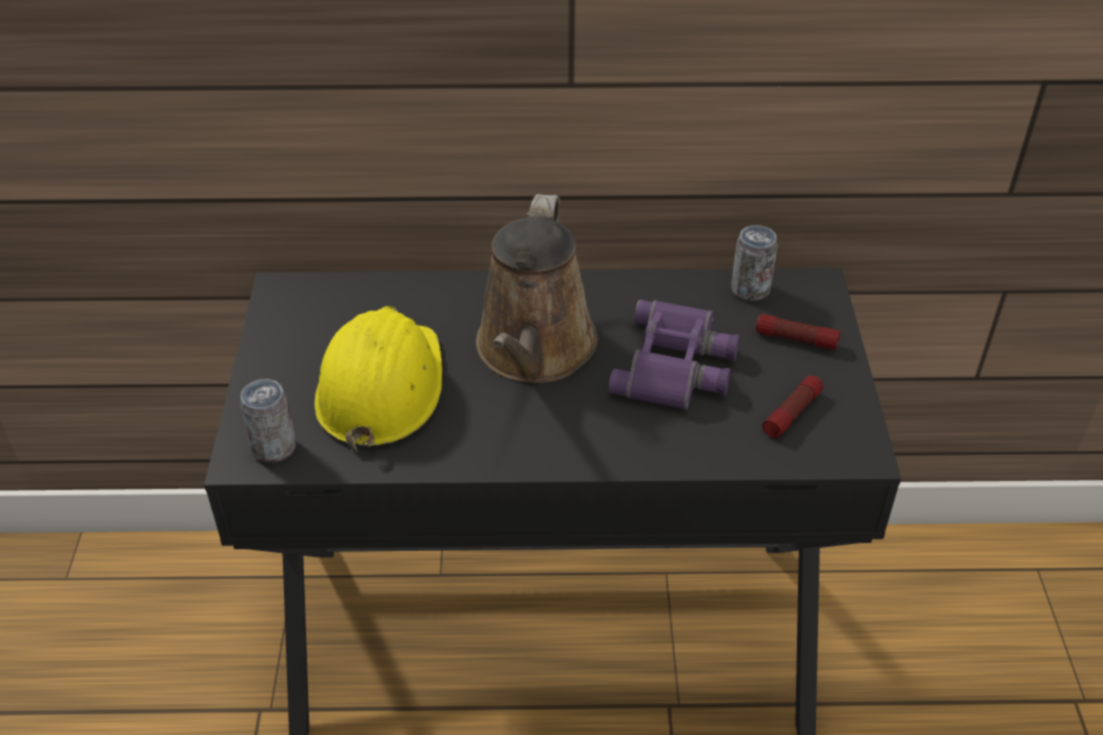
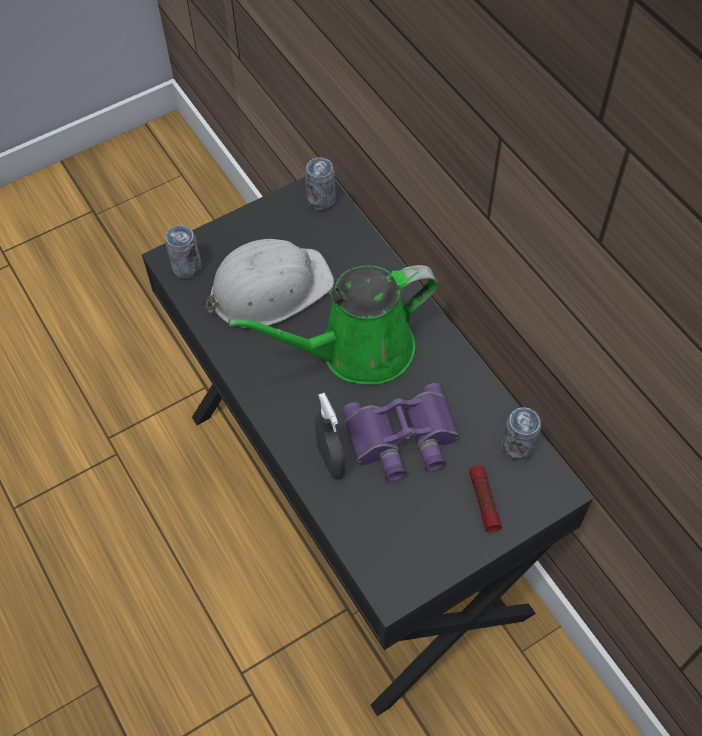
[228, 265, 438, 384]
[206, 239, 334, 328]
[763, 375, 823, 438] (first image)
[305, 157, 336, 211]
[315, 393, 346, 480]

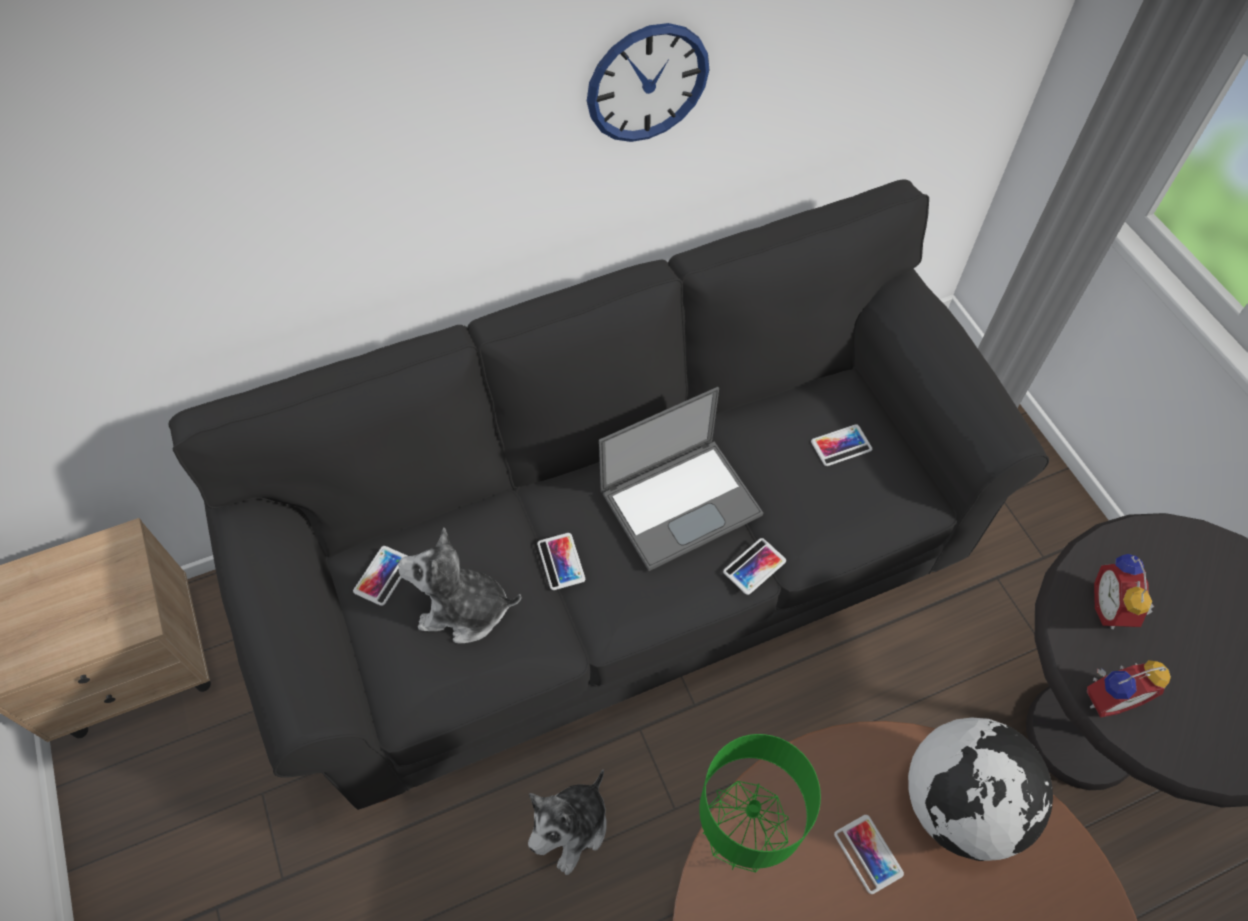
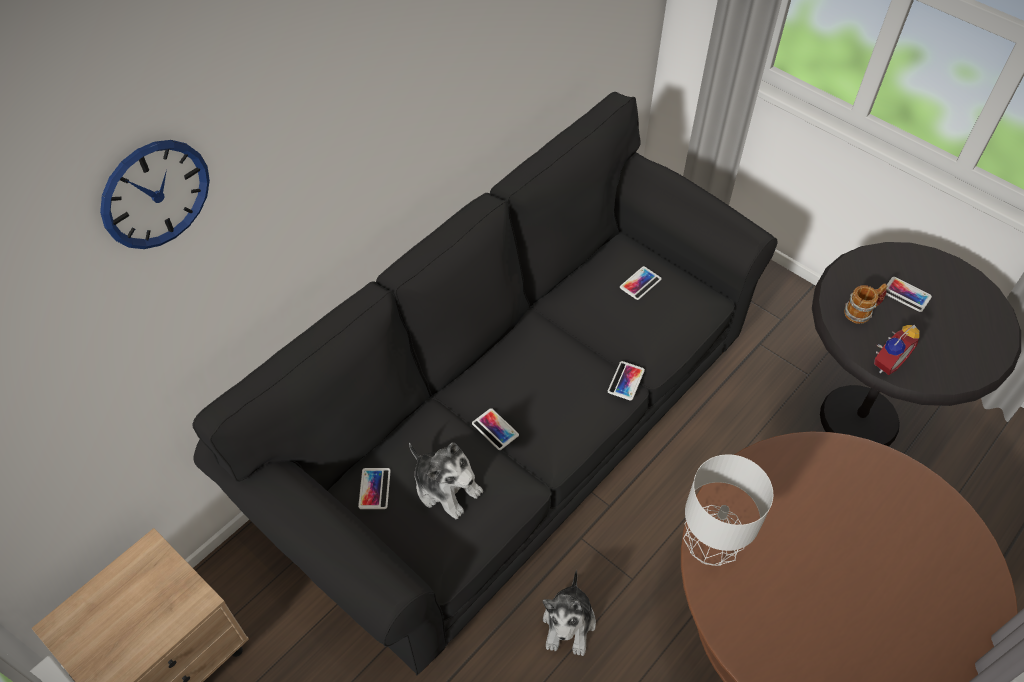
[100, 140, 210, 249]
[599, 387, 763, 571] (first image)
[409, 442, 483, 519]
[844, 284, 887, 324]
[908, 717, 1053, 861] (first image)
[683, 454, 773, 566]
[886, 277, 932, 312]

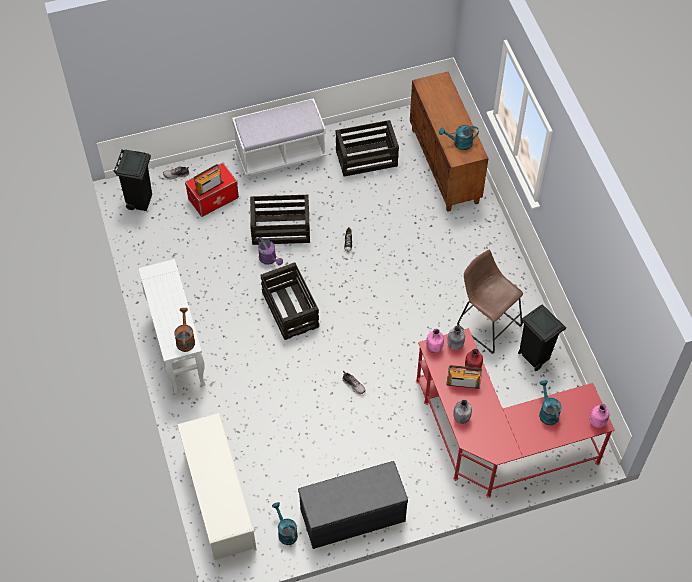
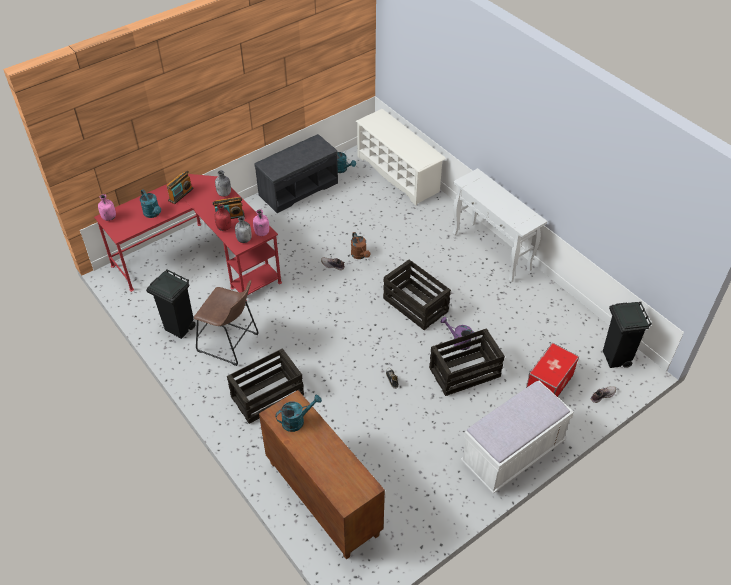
[227, 348, 304, 424]
[167, 170, 194, 204]
[351, 232, 370, 259]

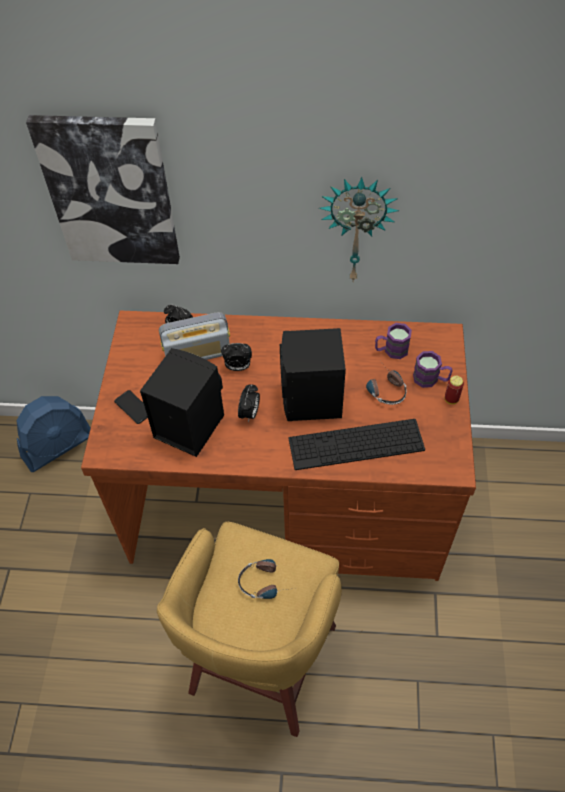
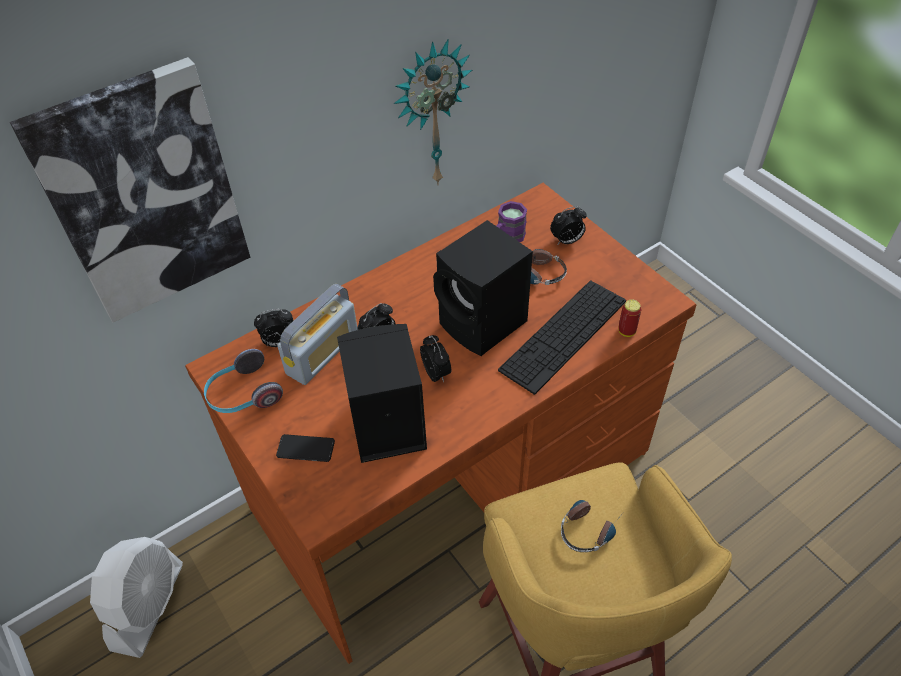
[550, 206, 587, 244]
[618, 299, 641, 337]
[90, 537, 183, 658]
[204, 349, 283, 413]

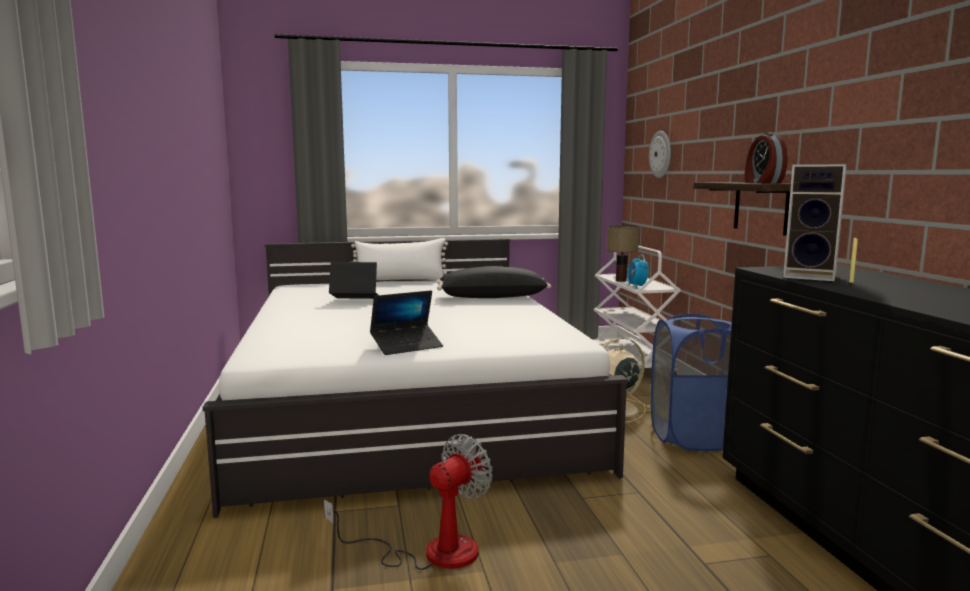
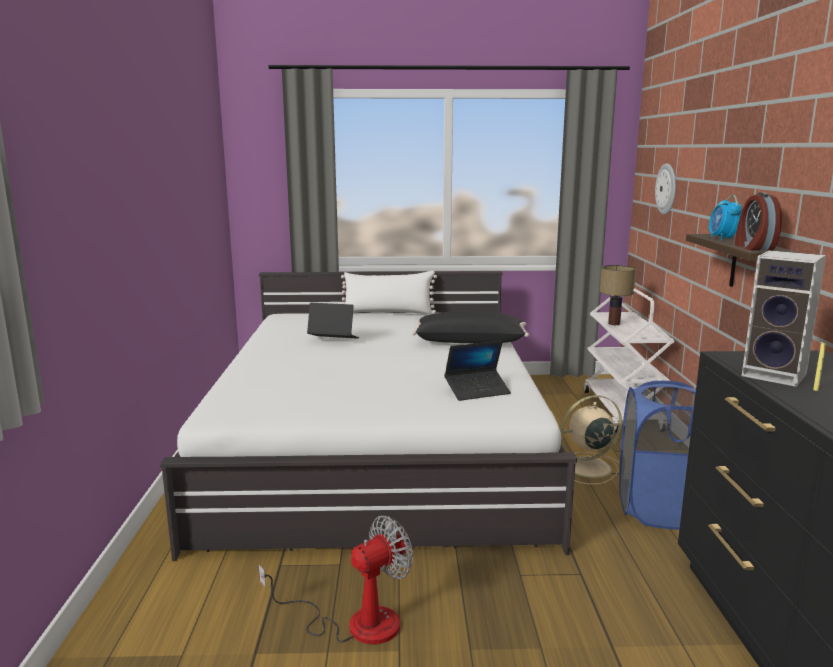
[709, 195, 742, 241]
[445, 341, 511, 401]

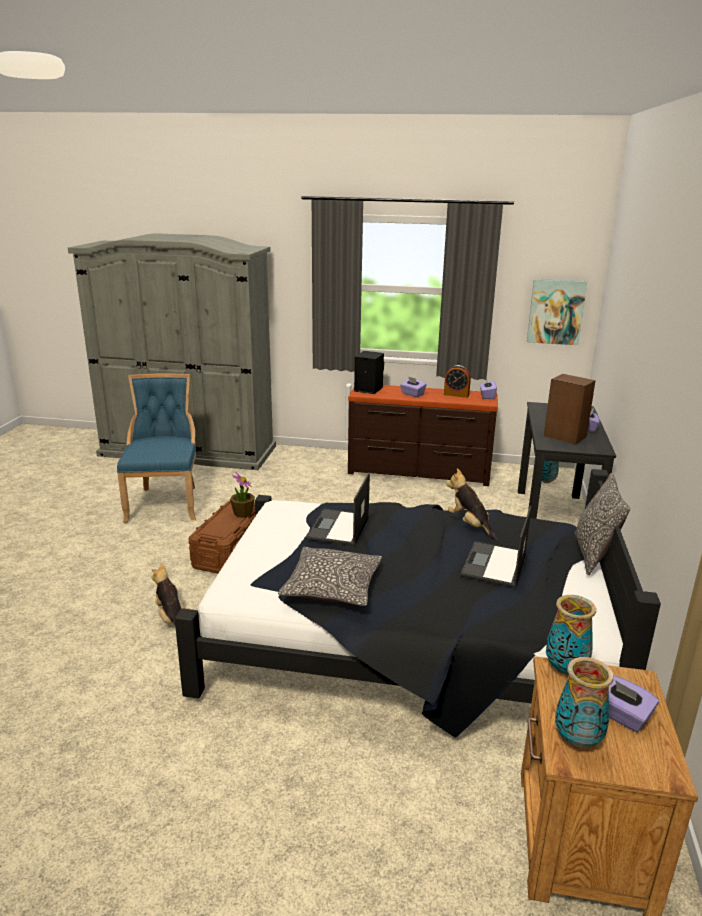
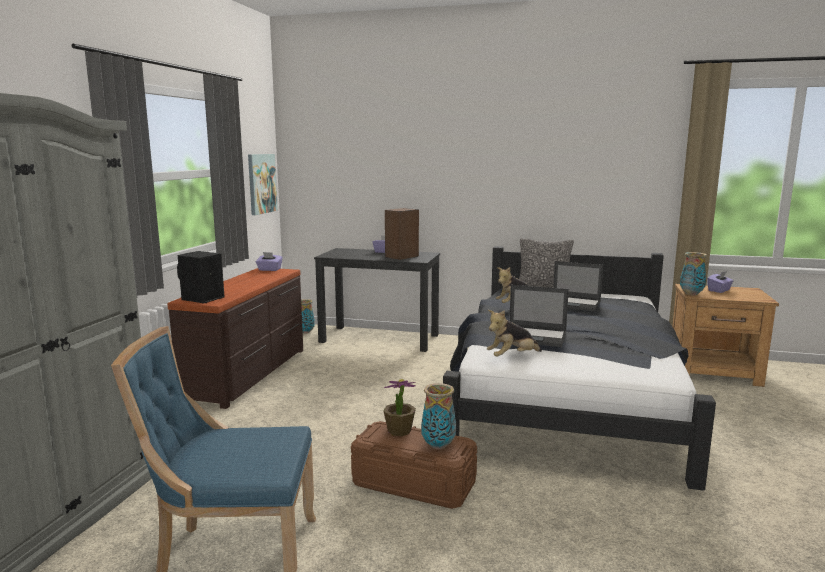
[444, 365, 471, 398] (first image)
[400, 376, 427, 397] (first image)
[278, 547, 382, 606] (first image)
[487, 310, 542, 357]
[421, 383, 456, 449]

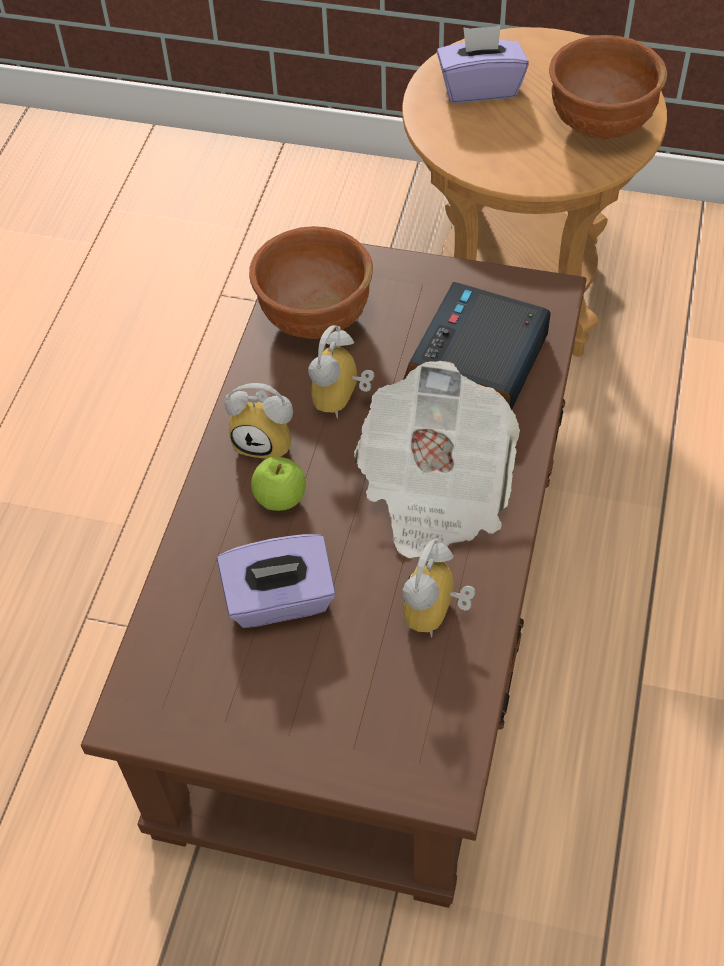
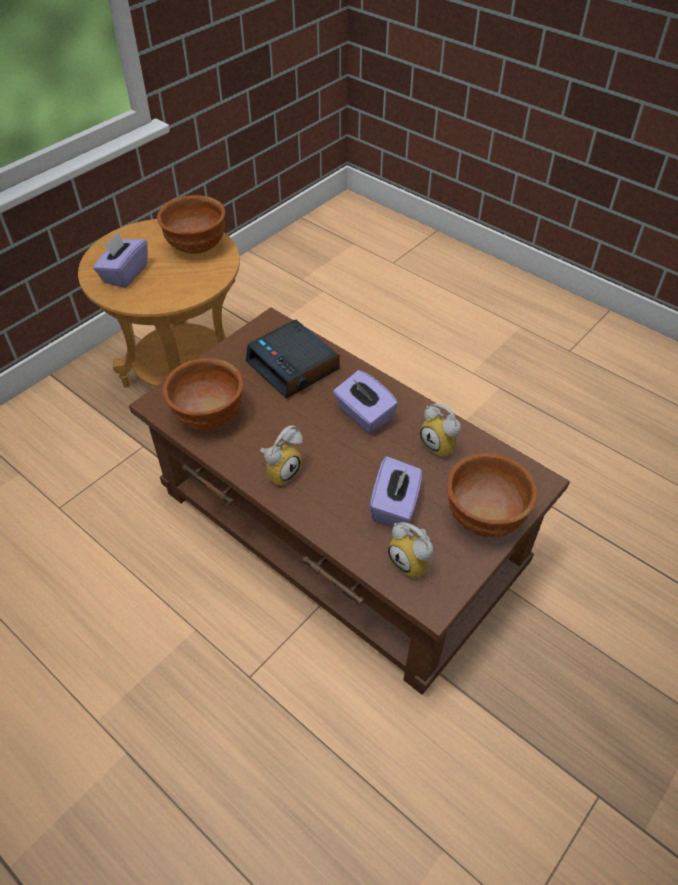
[388, 522, 433, 579]
[333, 370, 398, 433]
[251, 457, 306, 511] (first image)
[447, 453, 537, 537]

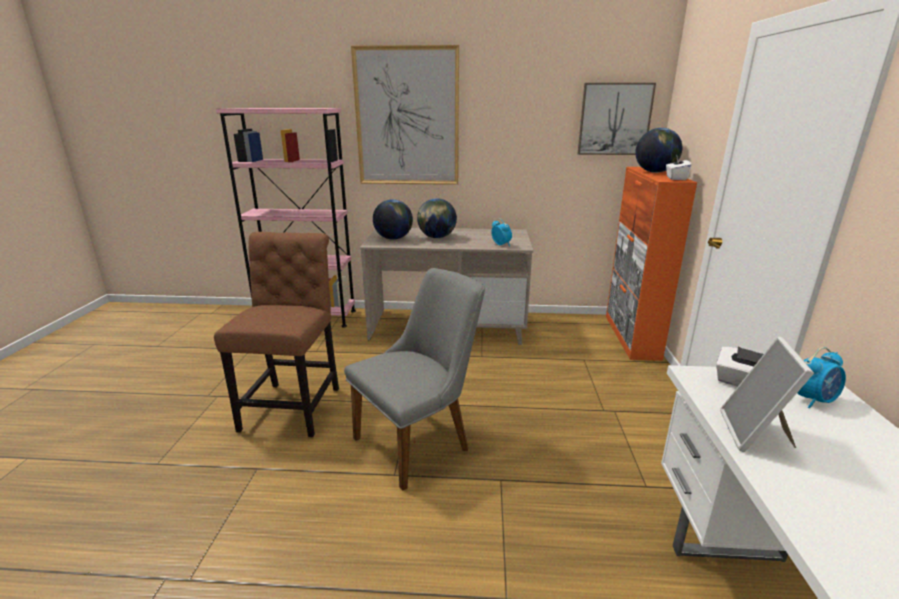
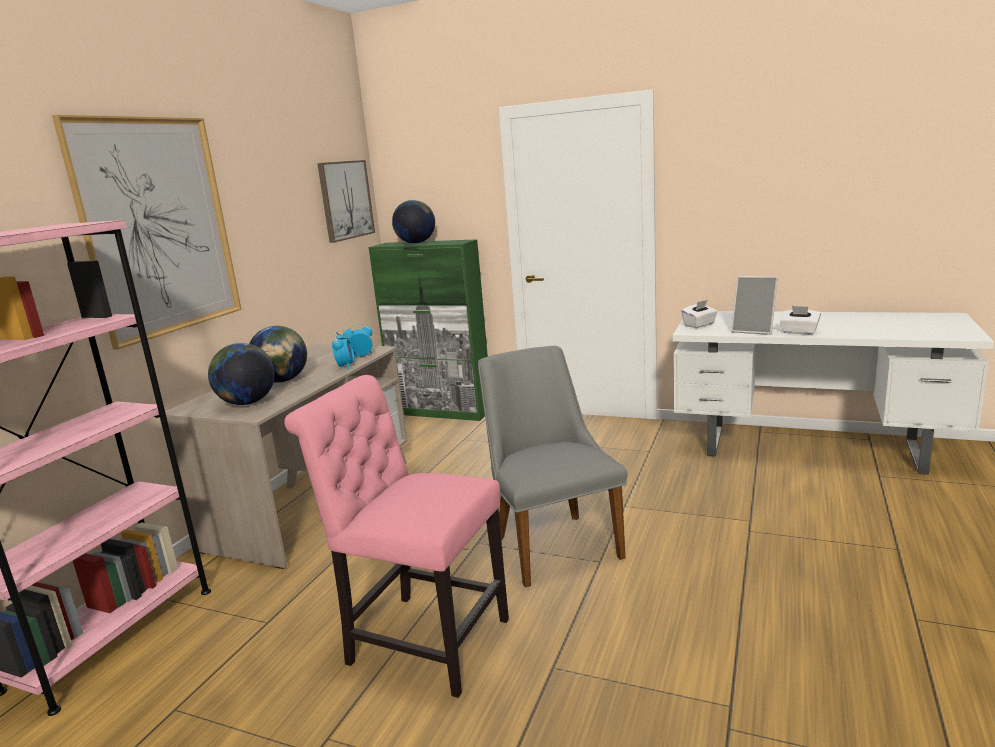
[780, 306, 821, 335]
[368, 239, 488, 421]
[284, 375, 509, 698]
[332, 332, 355, 369]

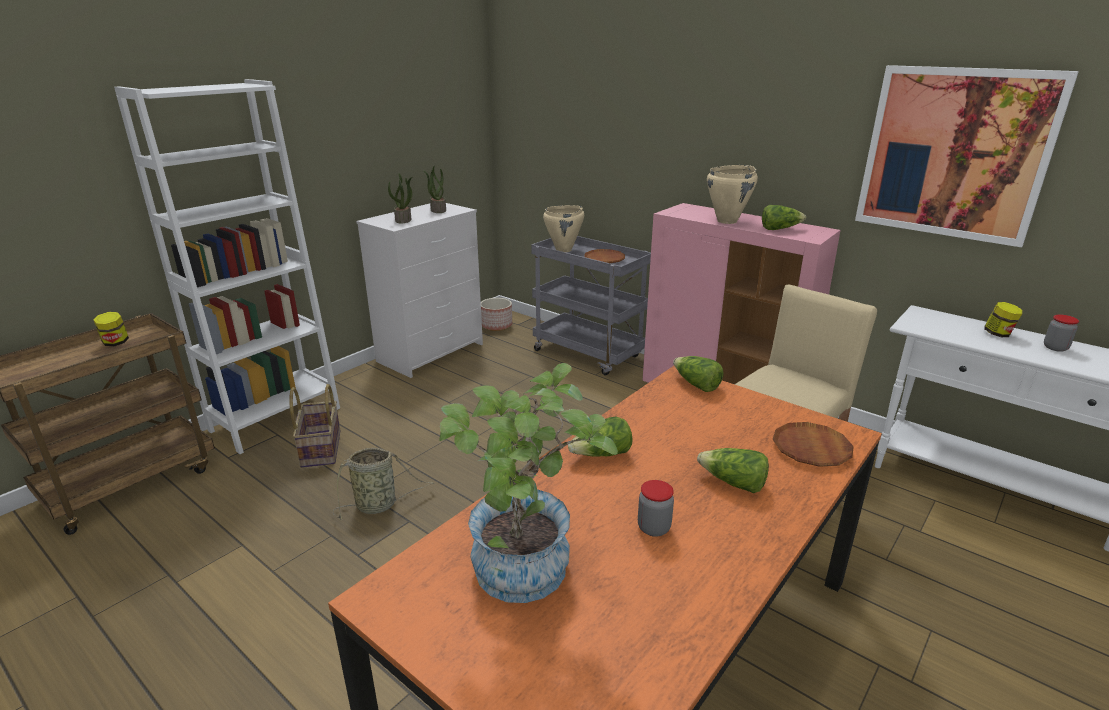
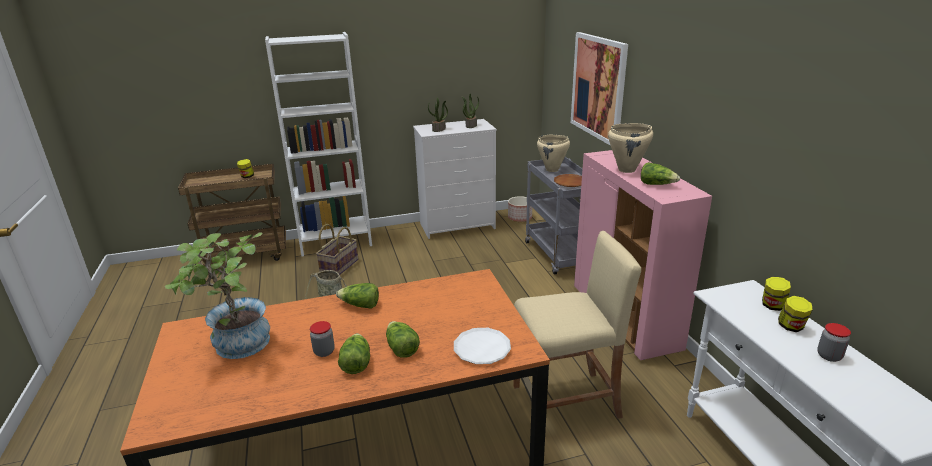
[571, 32, 628, 146]
[338, 333, 370, 374]
[454, 328, 511, 364]
[762, 277, 791, 311]

